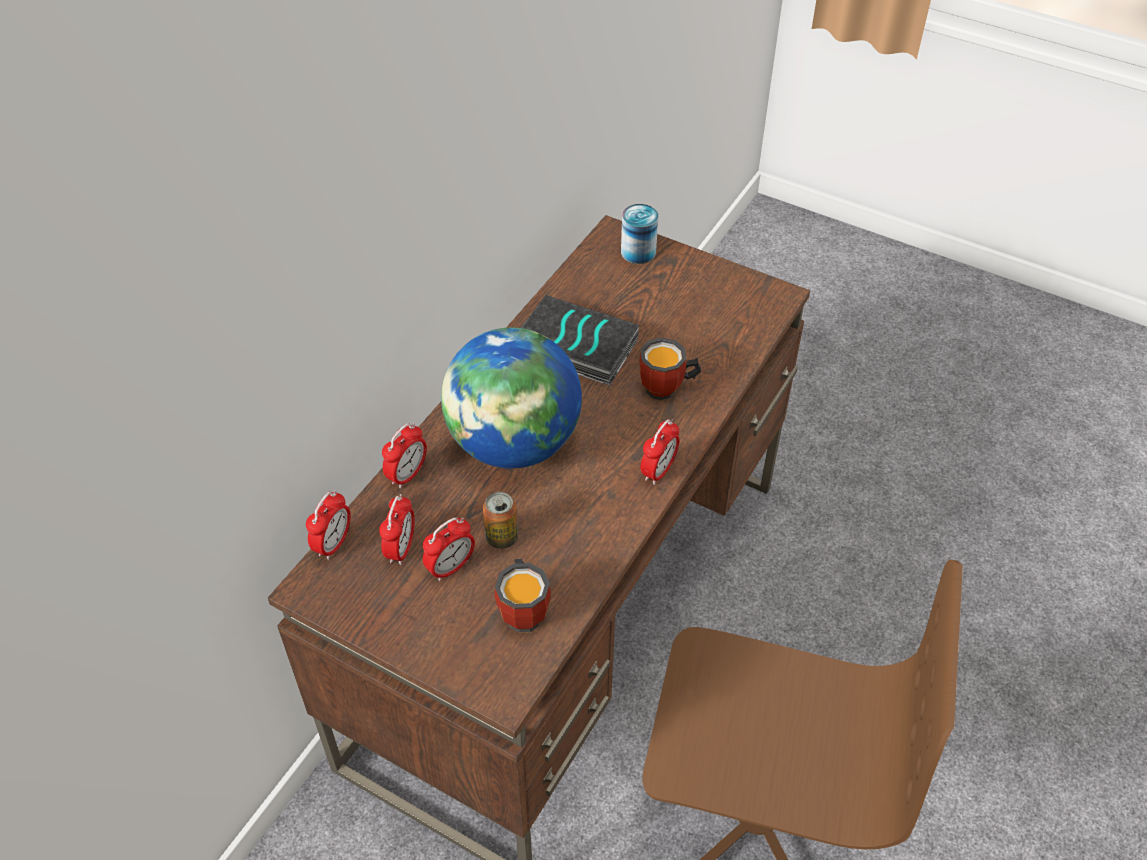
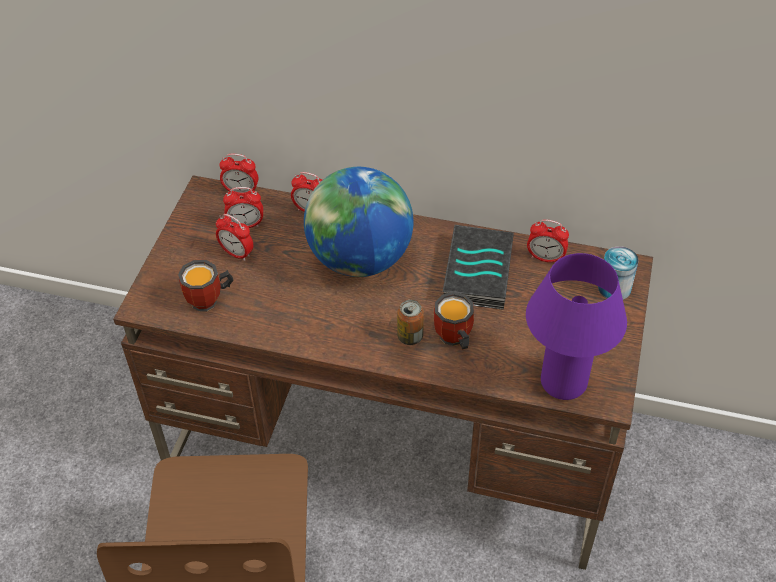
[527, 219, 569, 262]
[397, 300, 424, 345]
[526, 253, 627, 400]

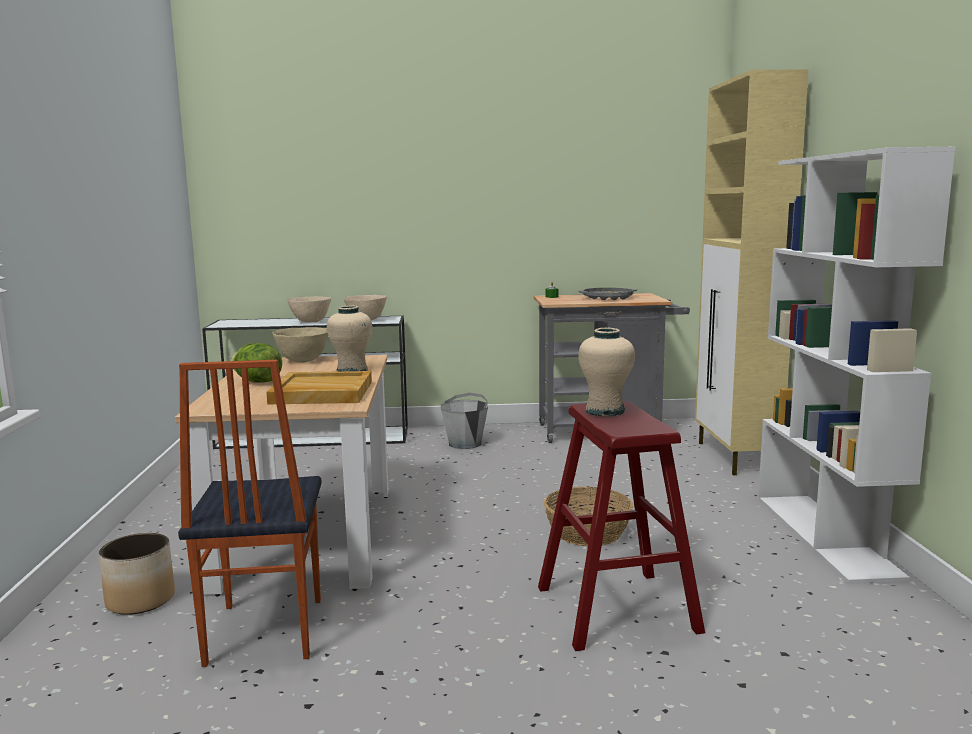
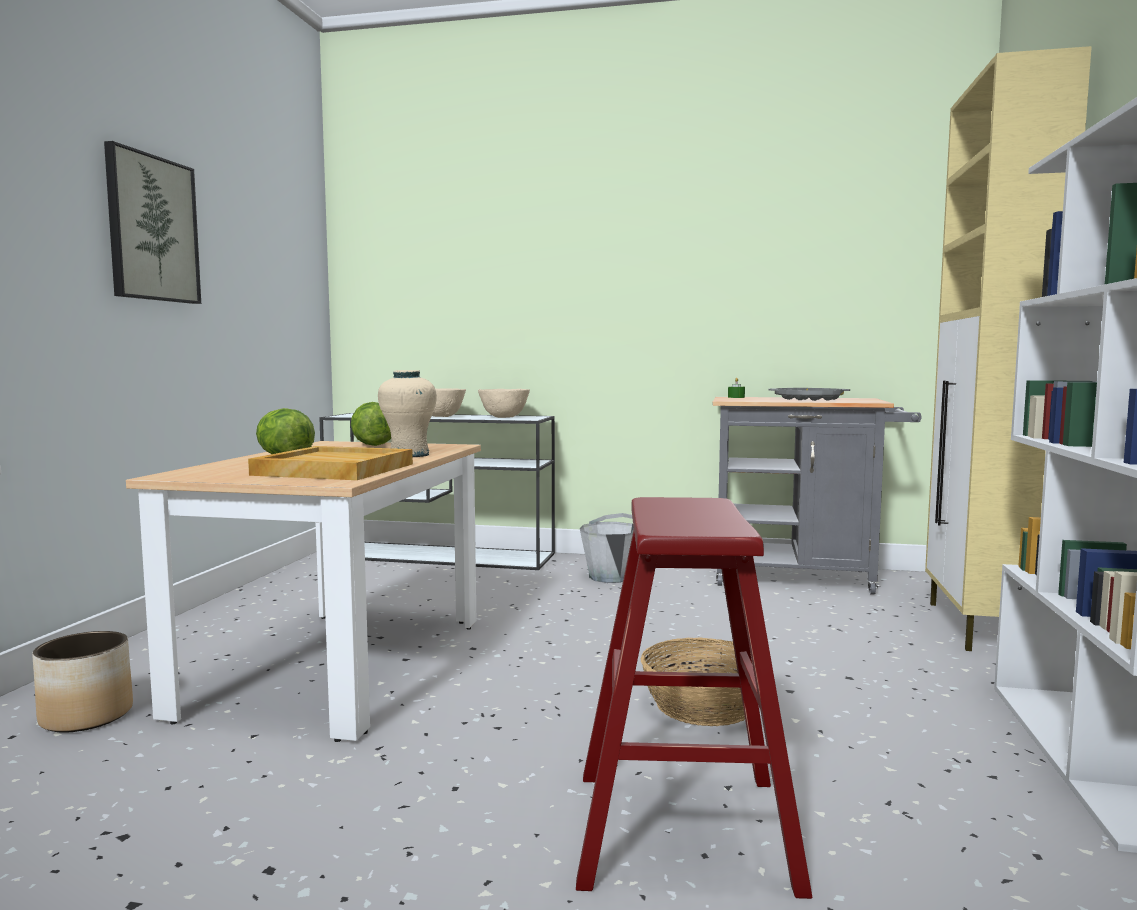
[351, 402, 391, 446]
[578, 328, 635, 416] (first image)
[178, 360, 322, 667] (first image)
[104, 141, 201, 304]

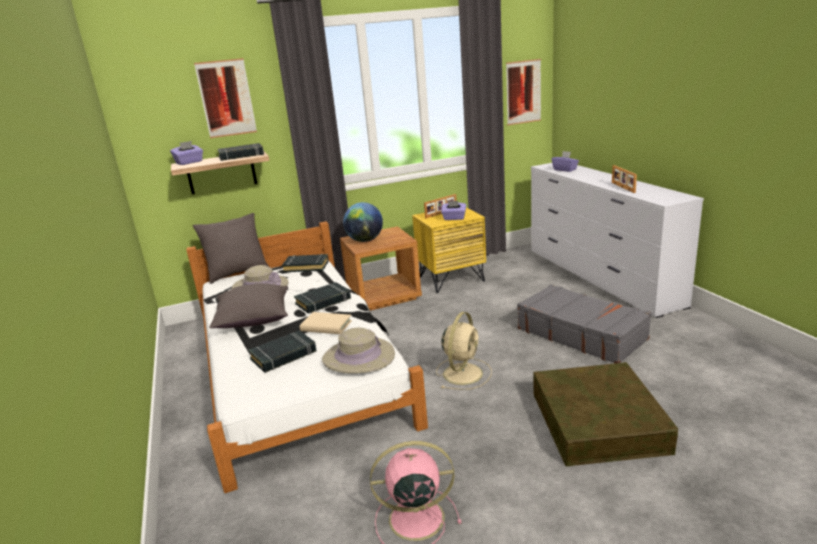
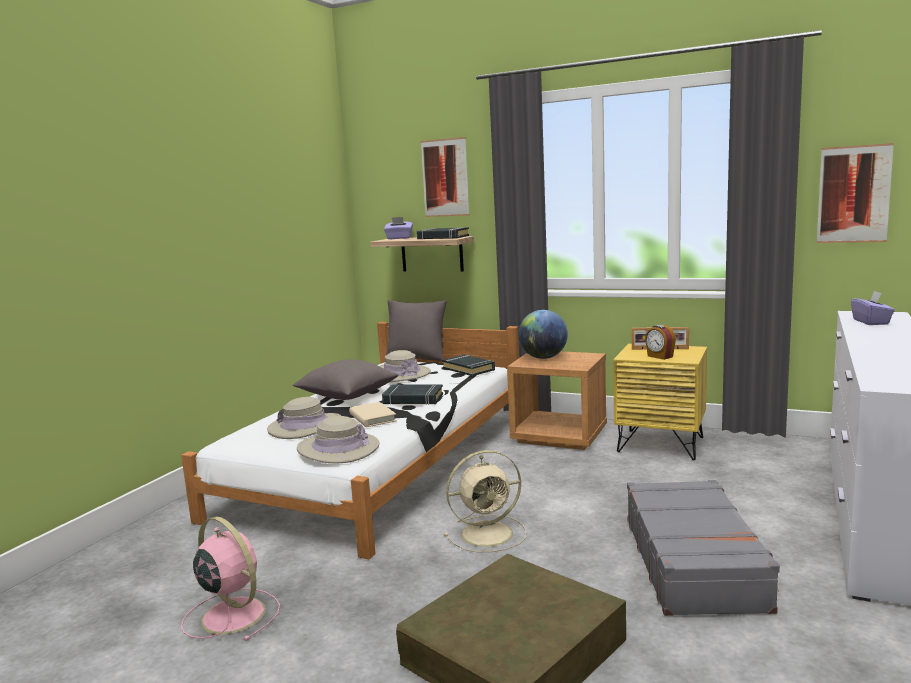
[612, 165, 637, 193] (first image)
[645, 325, 676, 360]
[267, 397, 341, 439]

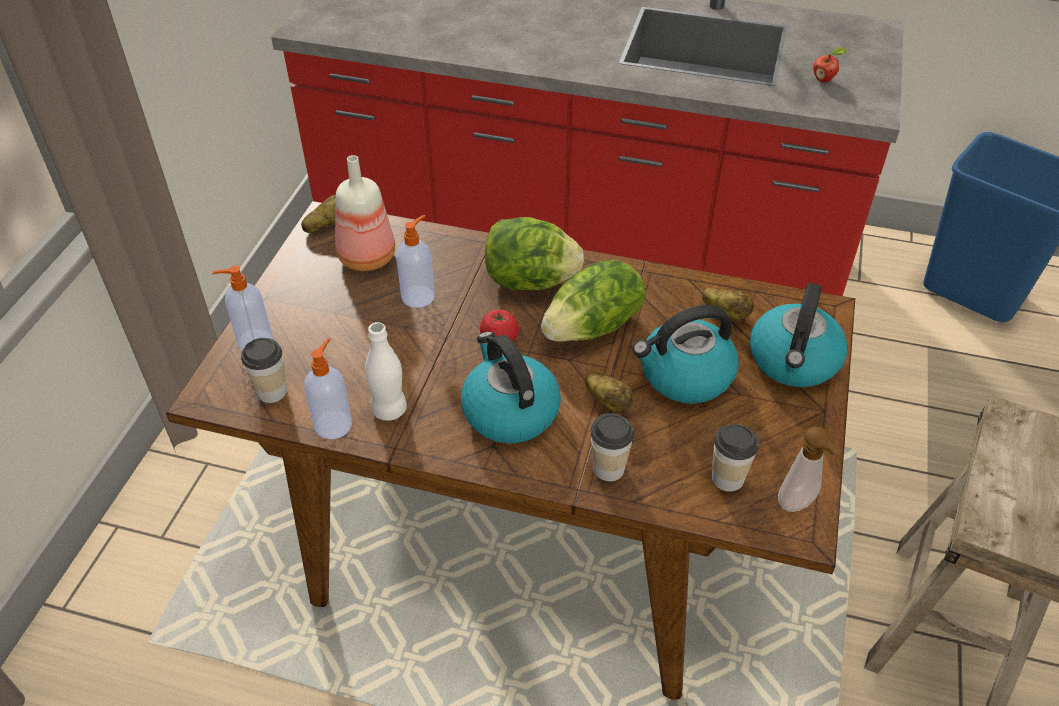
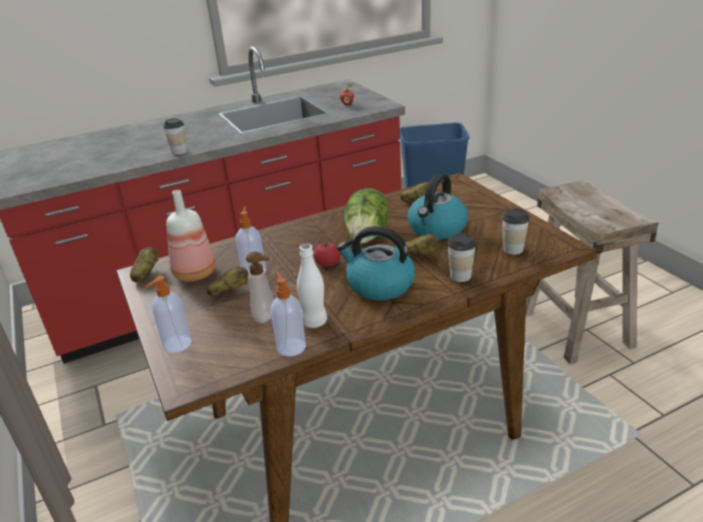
[485, 217, 584, 290] (first image)
[750, 283, 847, 387] (first image)
[163, 118, 187, 155]
[246, 252, 274, 323]
[207, 266, 248, 296]

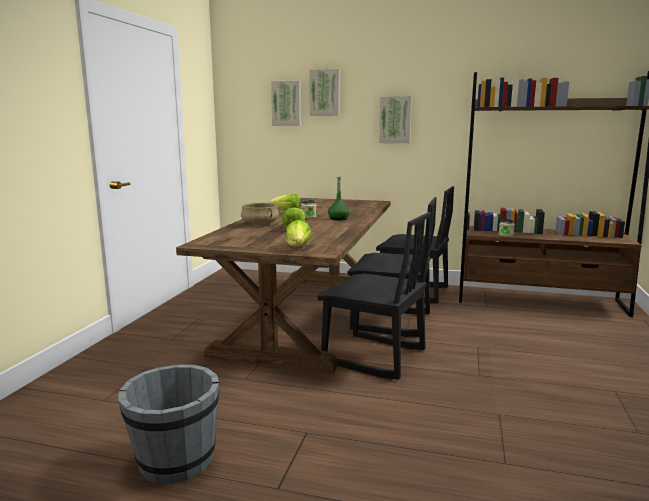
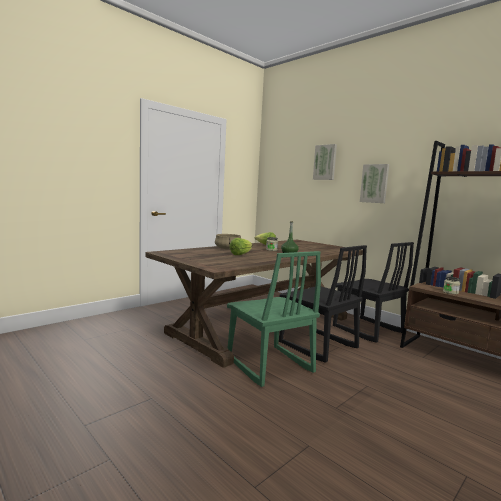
[271, 81, 301, 126] (first image)
[227, 251, 321, 387]
[286, 220, 312, 247] (first image)
[118, 365, 219, 483] (first image)

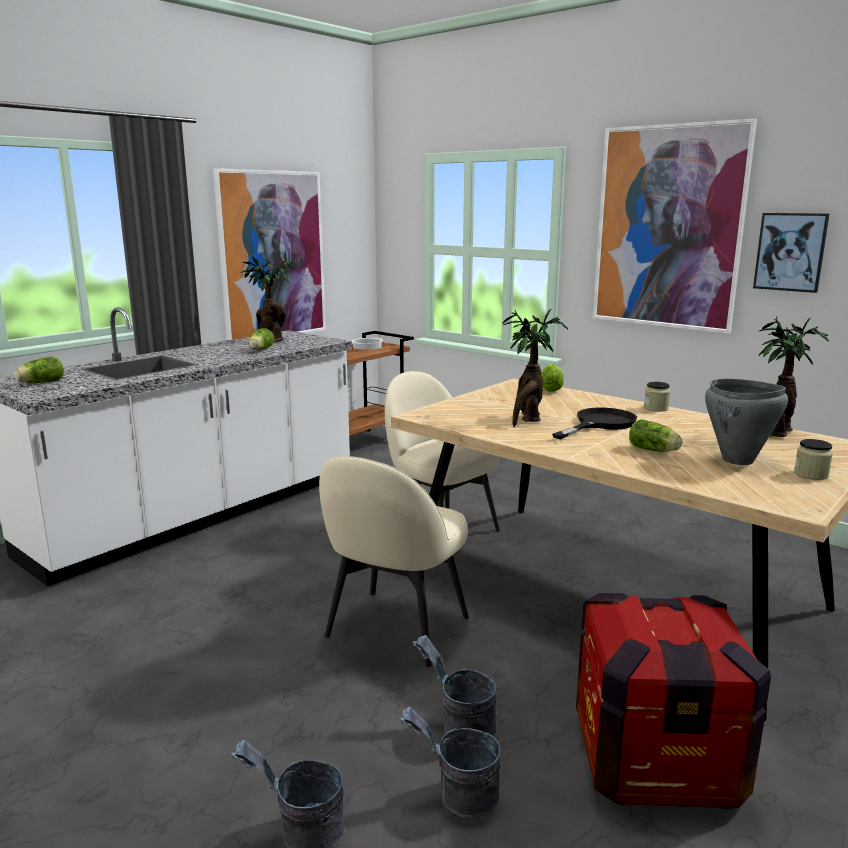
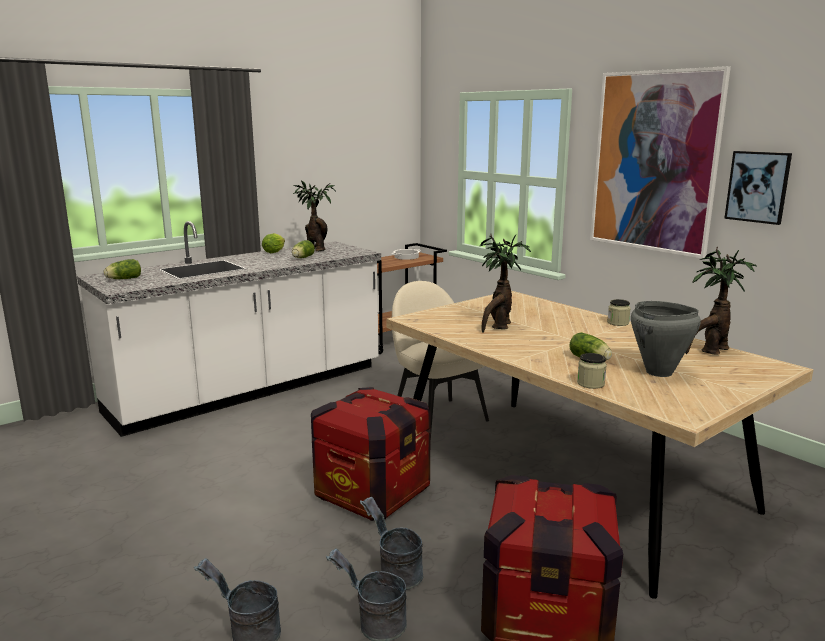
[213, 168, 326, 340] (first image)
[262, 233, 285, 253]
[552, 408, 637, 439] (first image)
[577, 353, 607, 389]
[311, 387, 431, 521]

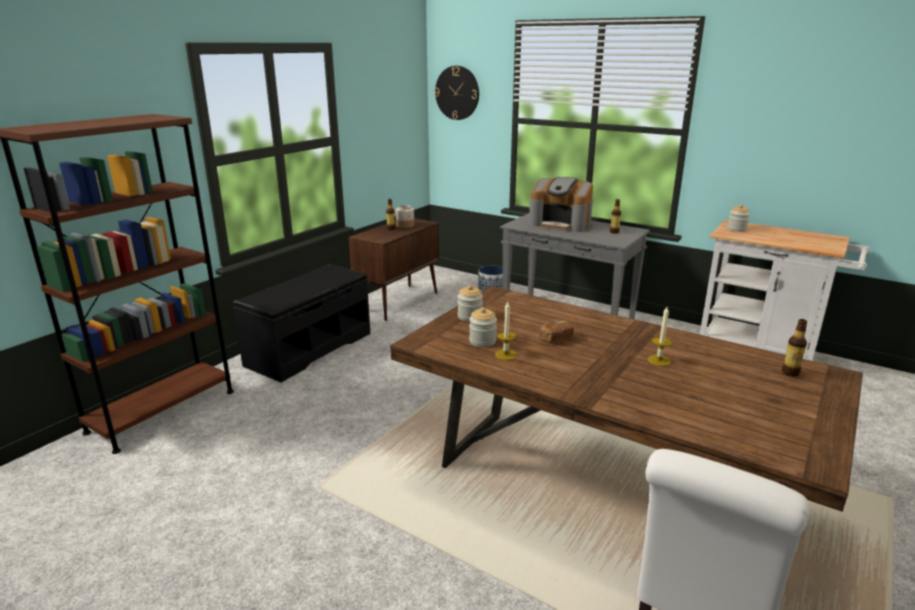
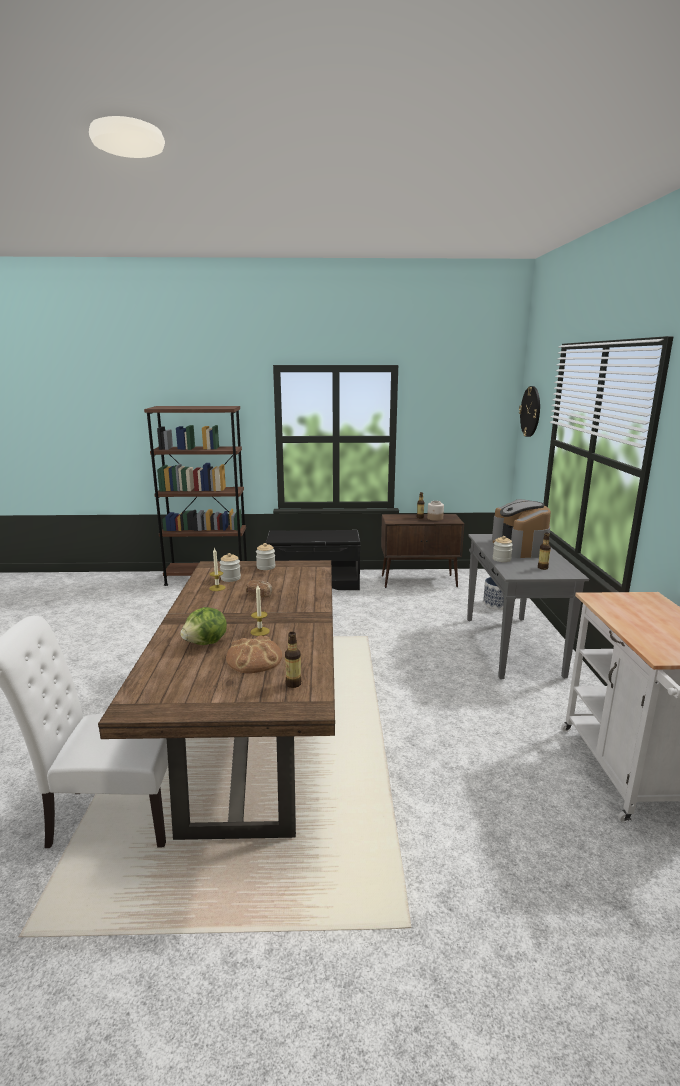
[493, 536, 513, 562]
[180, 607, 227, 645]
[226, 635, 282, 673]

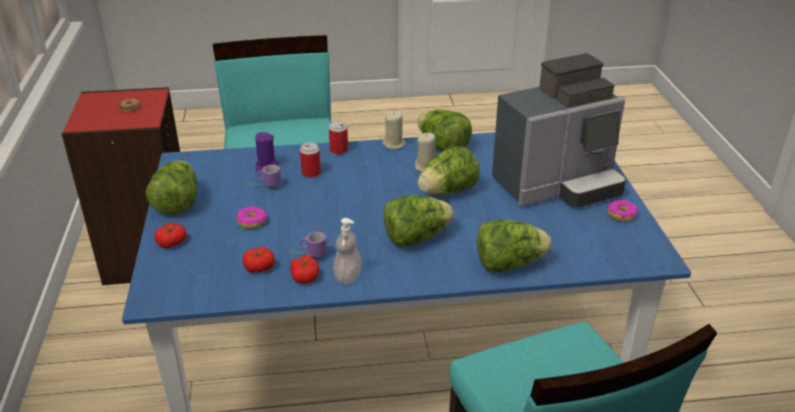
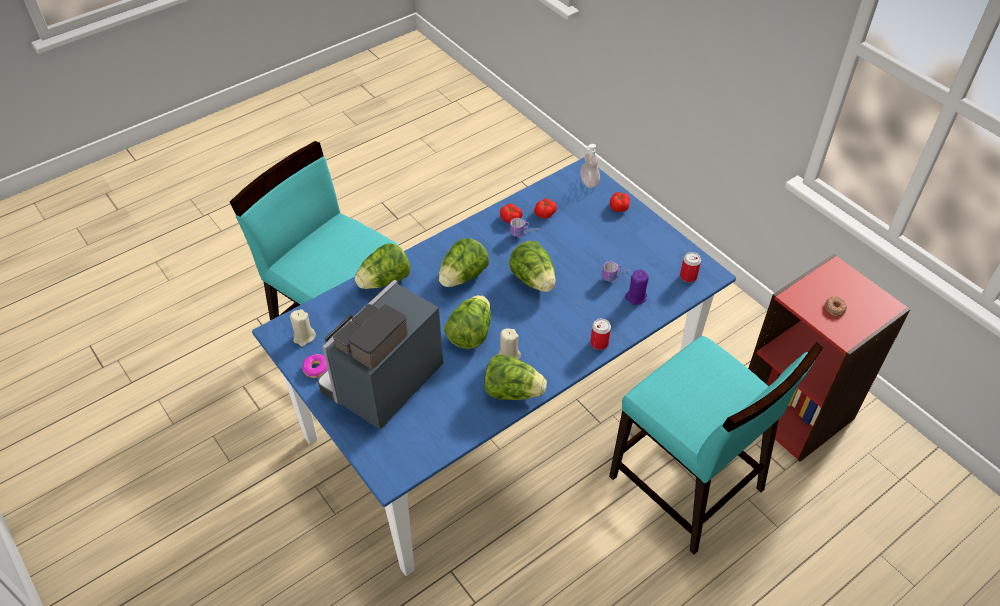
[290, 309, 316, 347]
[680, 252, 701, 282]
[509, 241, 556, 292]
[236, 207, 267, 229] (first image)
[580, 144, 600, 188]

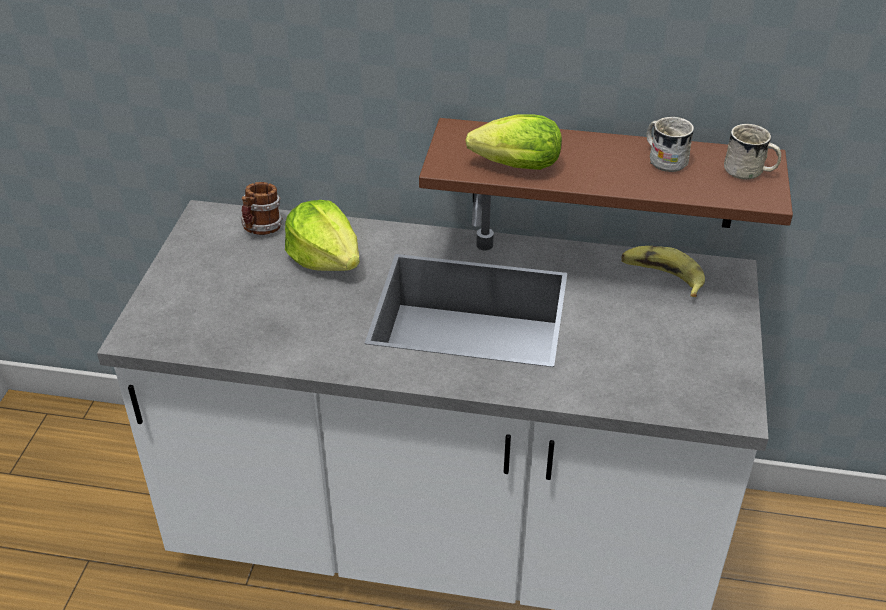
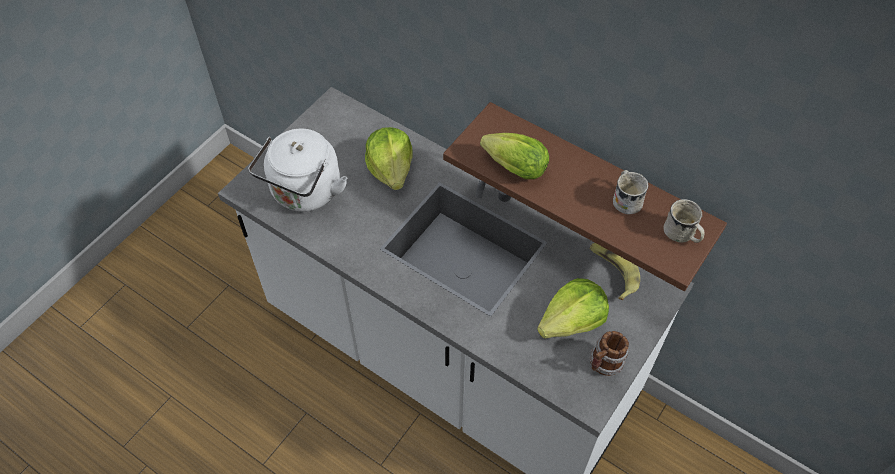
[590, 331, 629, 376]
[248, 129, 347, 212]
[537, 278, 609, 338]

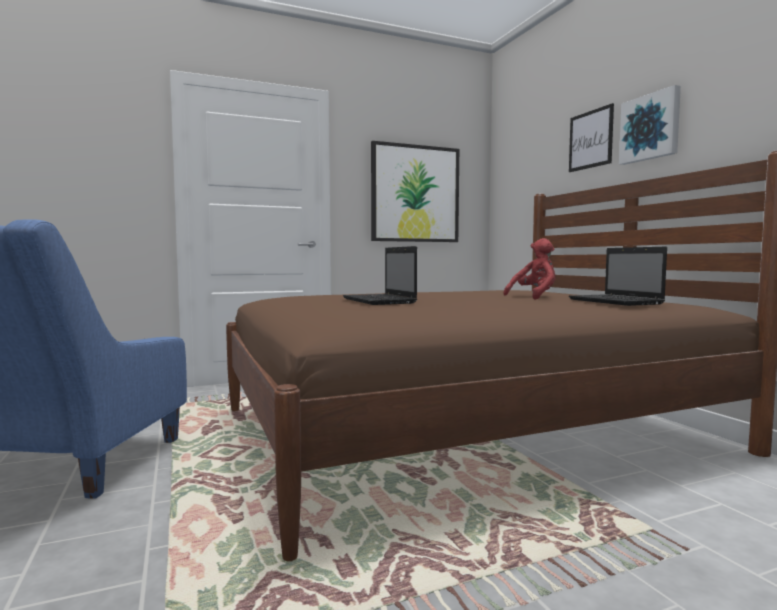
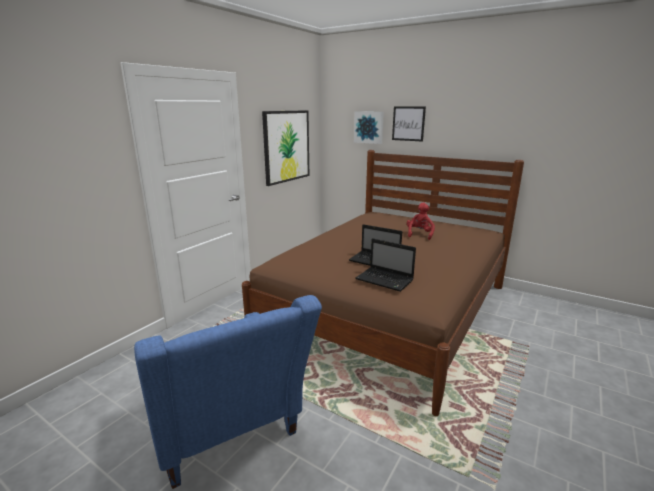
[354, 111, 384, 144]
[355, 238, 416, 292]

